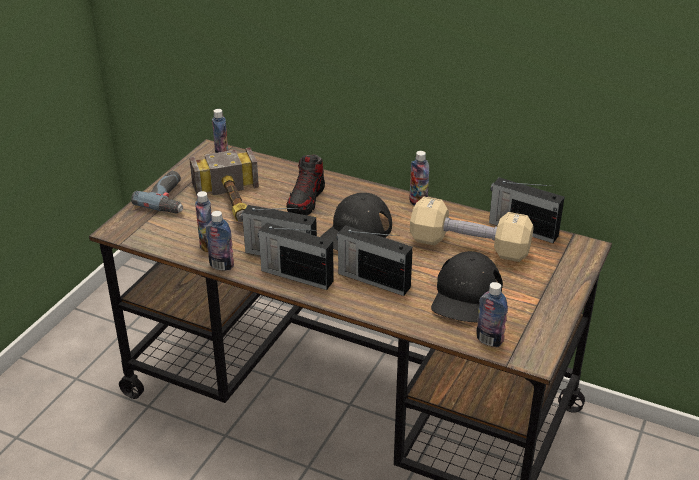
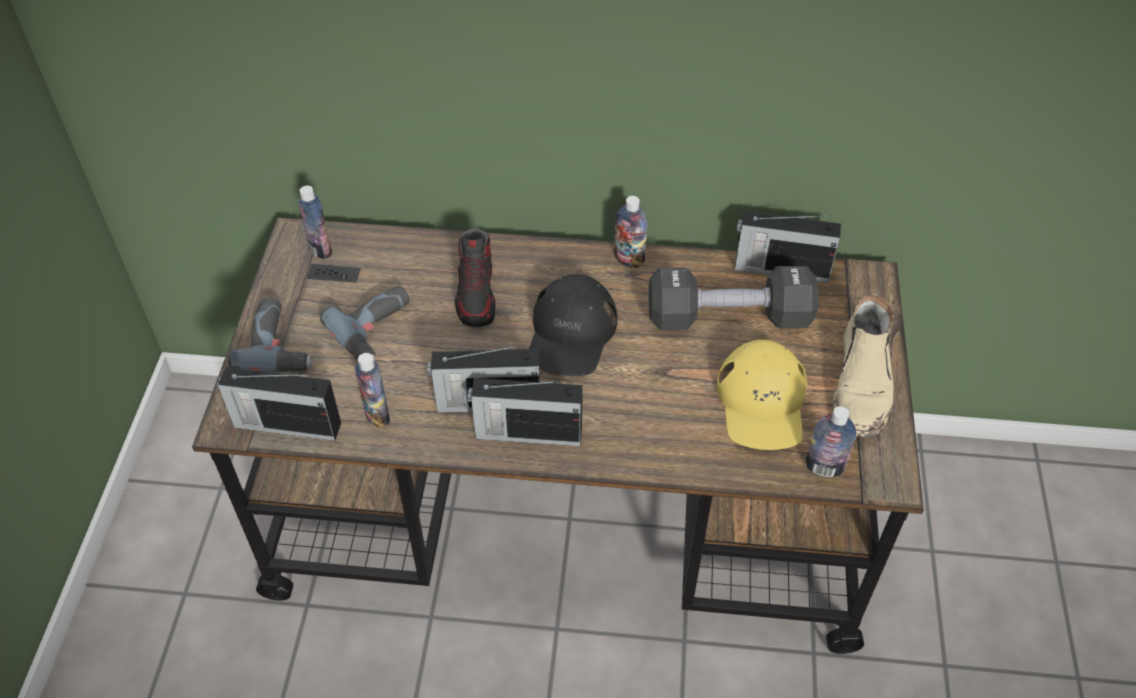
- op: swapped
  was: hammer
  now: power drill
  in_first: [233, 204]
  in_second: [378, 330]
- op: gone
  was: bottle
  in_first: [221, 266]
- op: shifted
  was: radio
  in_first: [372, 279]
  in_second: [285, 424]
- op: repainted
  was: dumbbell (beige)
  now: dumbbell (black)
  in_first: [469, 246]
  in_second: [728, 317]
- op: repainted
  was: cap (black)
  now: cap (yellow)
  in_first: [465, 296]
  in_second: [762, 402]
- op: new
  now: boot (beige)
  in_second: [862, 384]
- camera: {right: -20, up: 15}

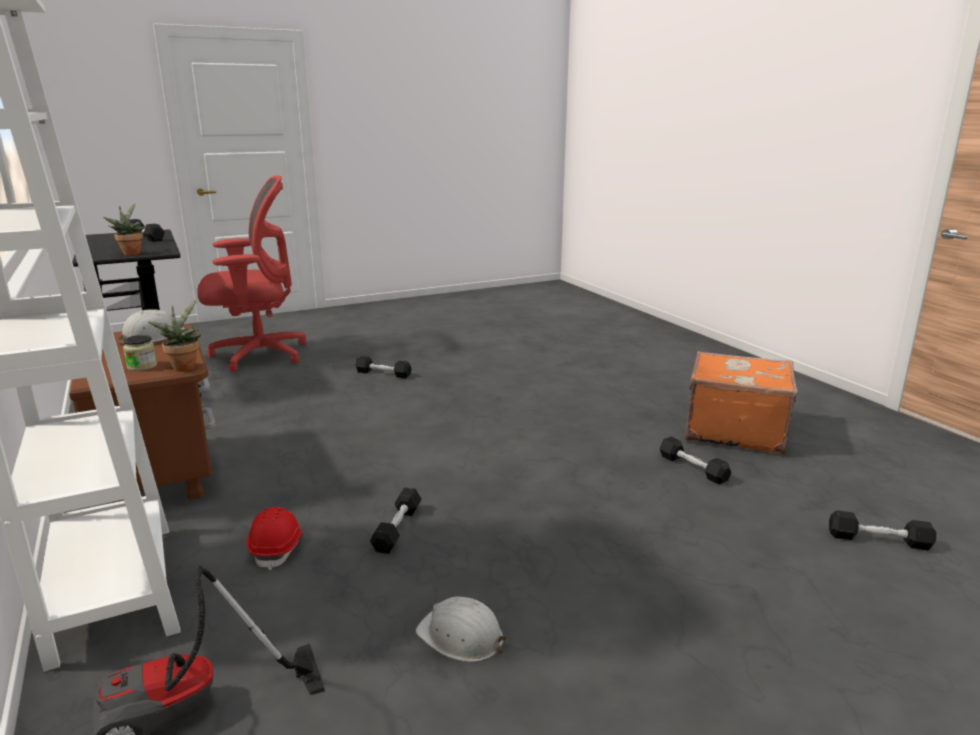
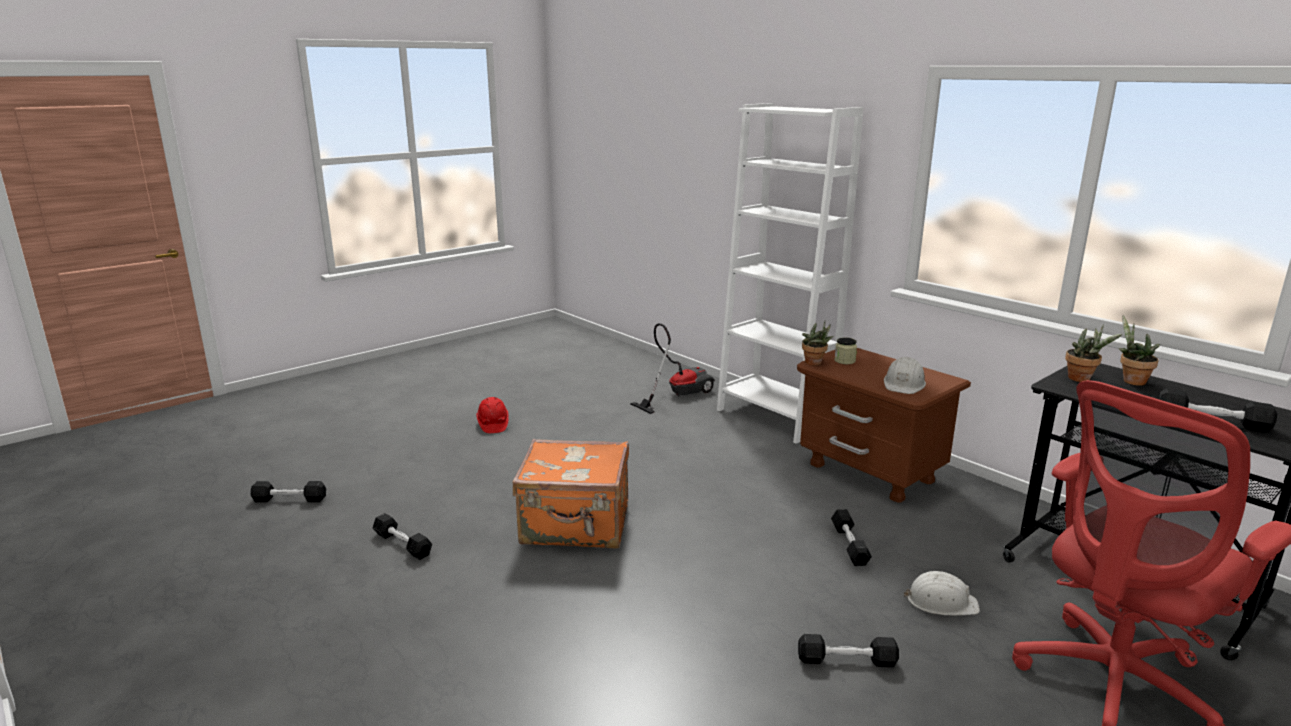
- op: shifted
  was: hard hat (red)
  in_first: [277, 548]
  in_second: [493, 425]
- op: shifted
  was: dumbbell (black)
  in_first: [397, 529]
  in_second: [849, 545]
- op: shifted
  was: hard hat (white)
  in_first: [461, 637]
  in_second: [941, 602]
- op: shifted
  was: suitcase (orange)
  in_first: [734, 430]
  in_second: [576, 525]
- op: new
  now: potted plant
  in_second: [1130, 381]
- camera: {right: 165, up: 0}

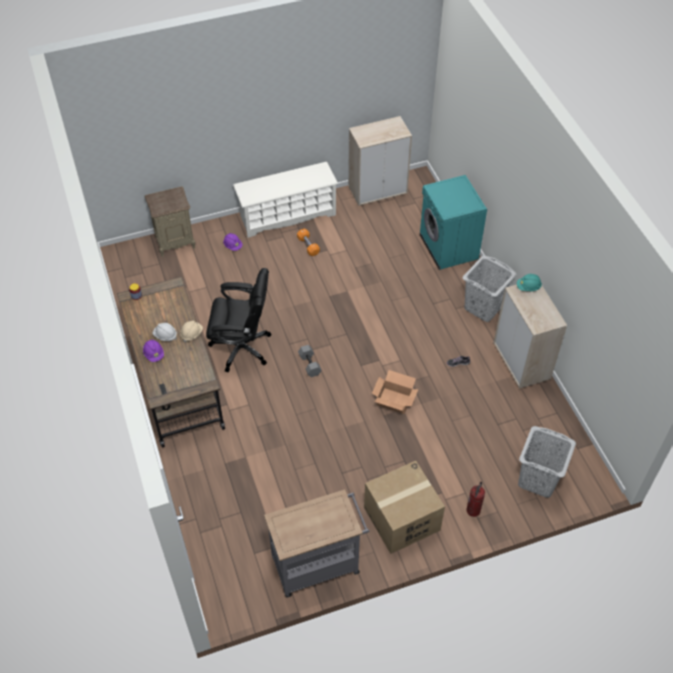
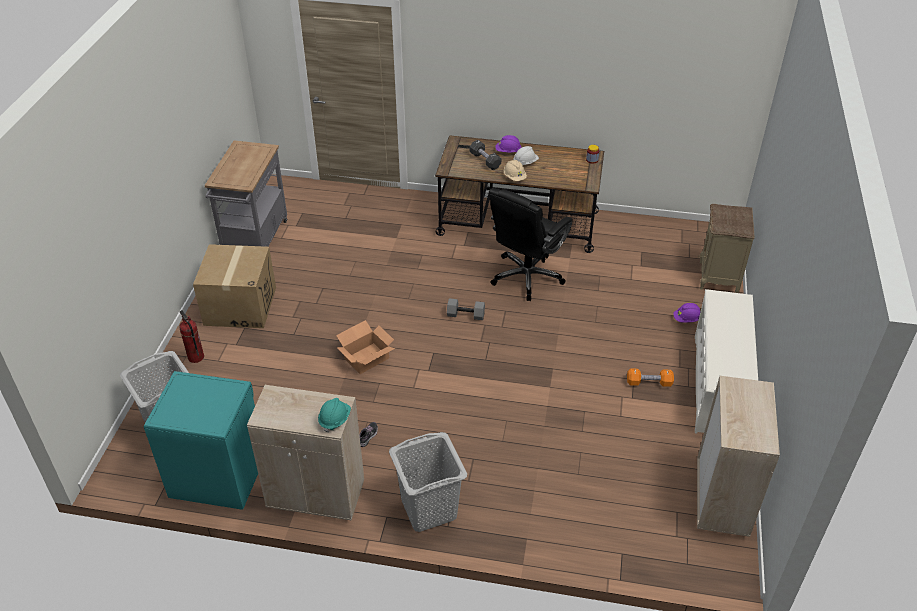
- op: shifted
  was: washing machine (turquoise)
  in_first: [447, 247]
  in_second: [218, 474]
- op: new
  now: dumbbell (black)
  in_second: [485, 161]
- camera: {right: 120, up: -10}

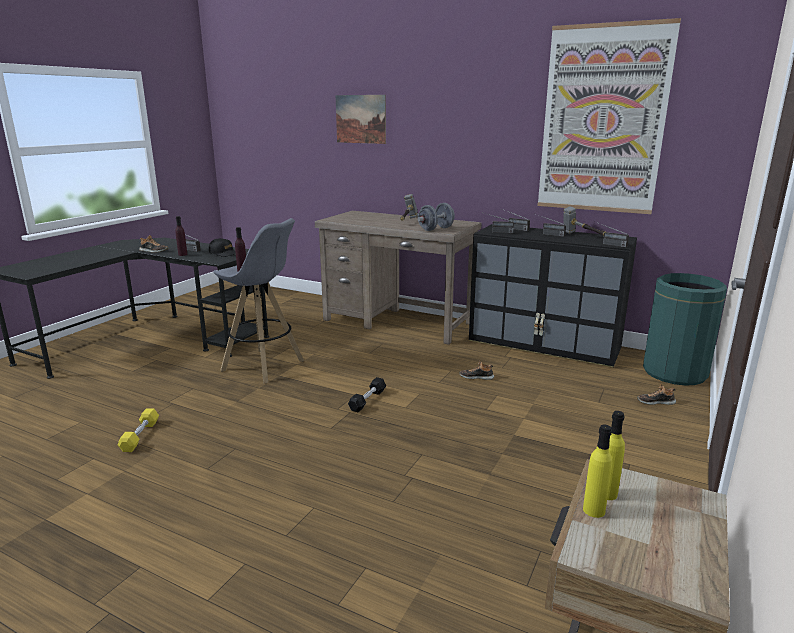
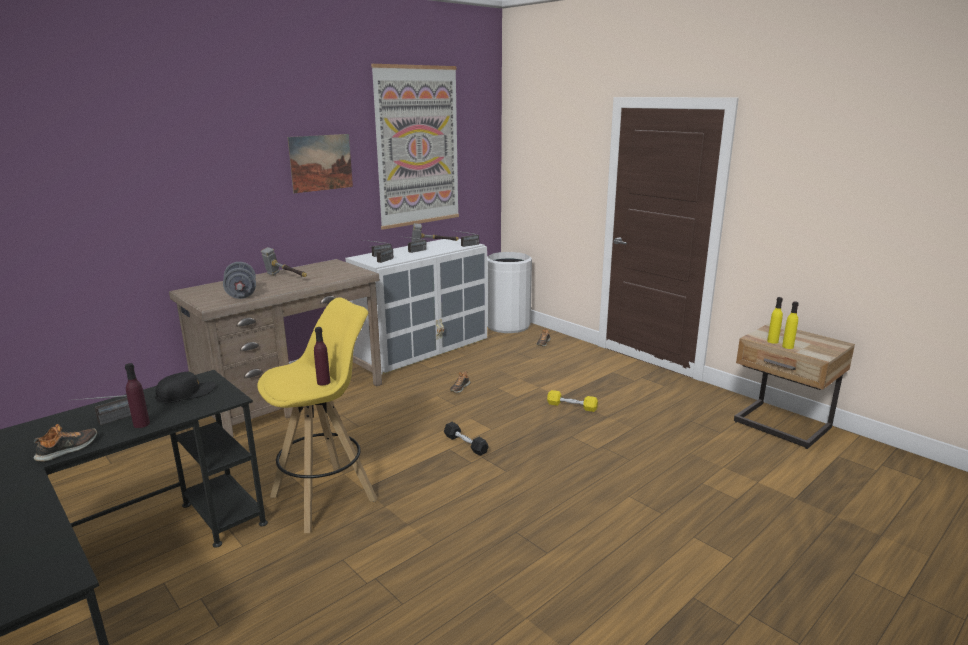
- op: shifted
  was: dumbbell (yellow)
  in_first: [140, 436]
  in_second: [572, 406]
- op: repainted
  was: stool (grey)
  now: stool (yellow)
  in_first: [264, 366]
  in_second: [327, 497]
- op: shifted
  was: picture
  in_first: [361, 119]
  in_second: [321, 163]
- op: shifted
  was: dumbbell (grey)
  in_first: [436, 229]
  in_second: [241, 294]
- op: repainted
  was: cabinet (black)
  now: cabinet (white)
  in_first: [544, 344]
  in_second: [423, 349]
- op: repainted
  was: trash can (green)
  now: trash can (white)
  in_first: [674, 372]
  in_second: [508, 326]
- camera: {right: -70, up: 0}

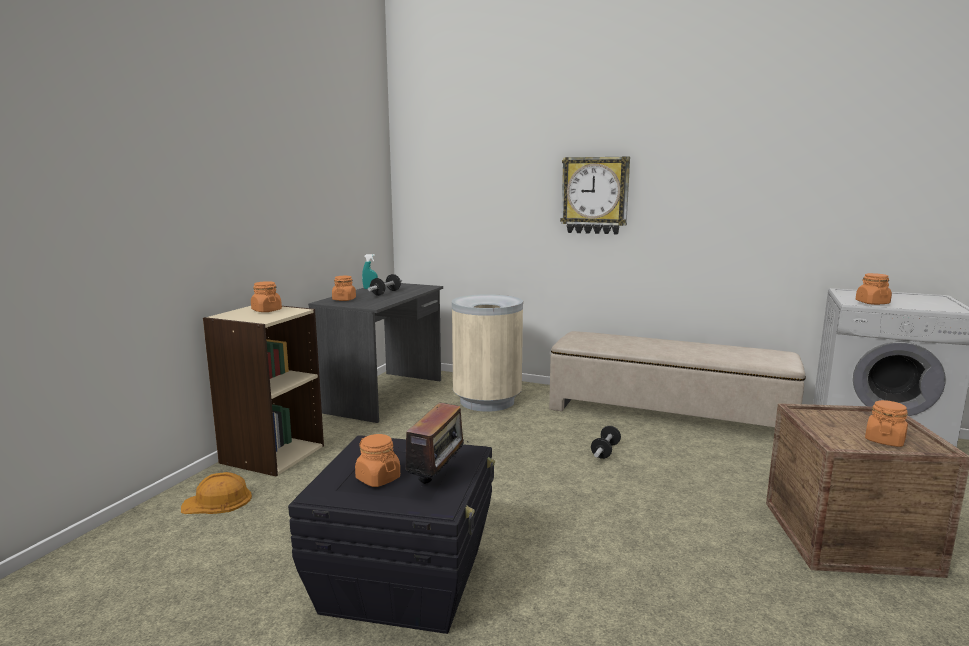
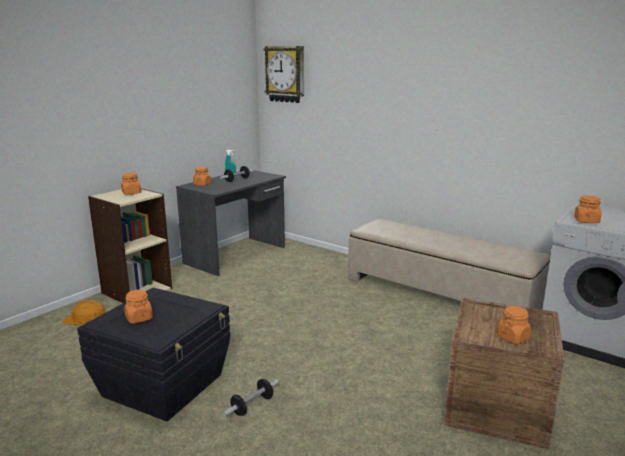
- op: gone
  was: radio
  in_first: [437, 478]
- op: gone
  was: trash can (beige)
  in_first: [486, 401]
- op: shifted
  was: wall clock
  in_first: [595, 195]
  in_second: [285, 74]
- op: shifted
  was: dumbbell
  in_first: [605, 451]
  in_second: [252, 406]
- camera: {right: 15, up: 5}

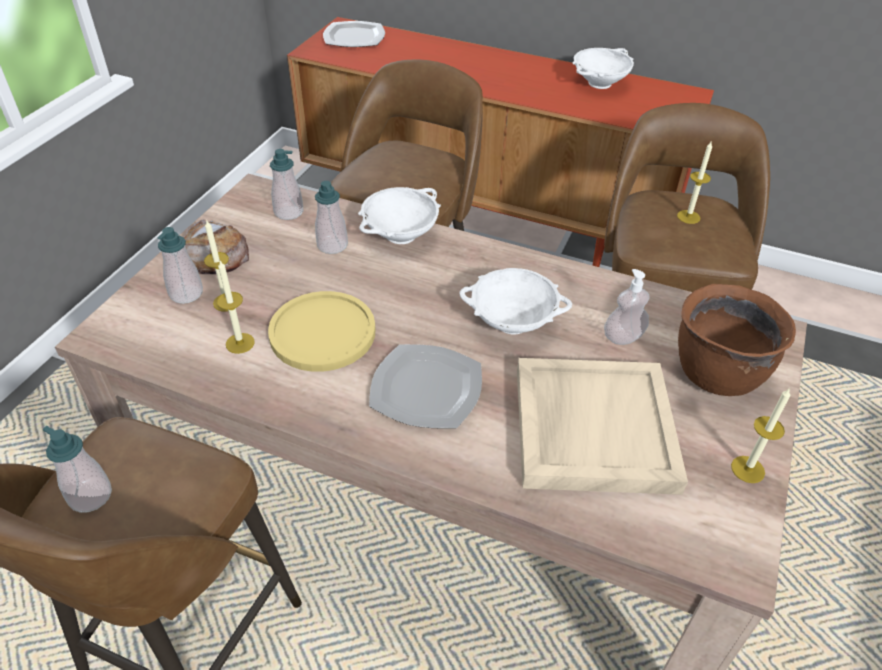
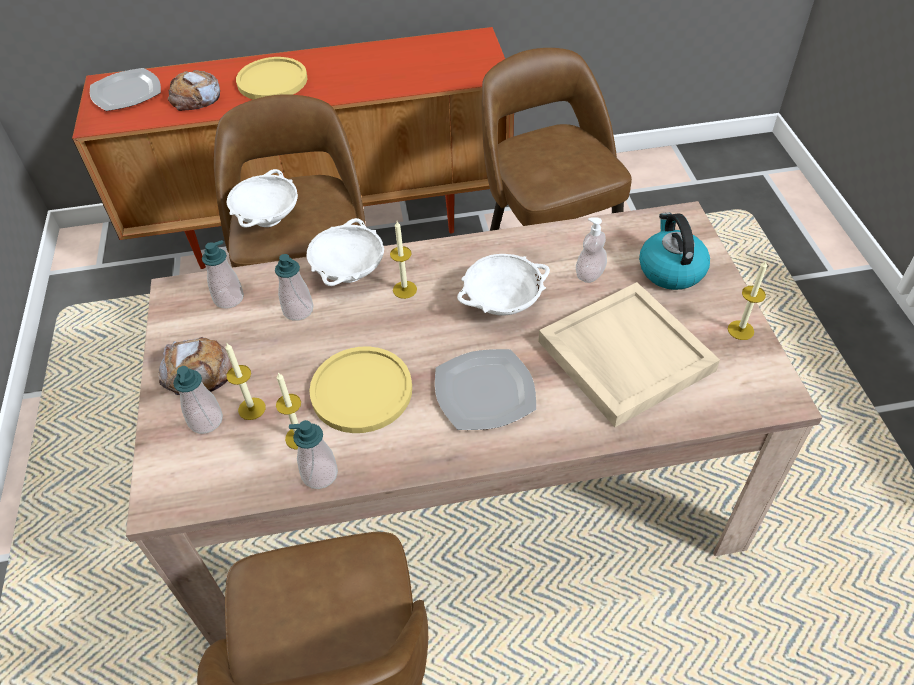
- op: shifted
  was: soap dispenser
  in_first: [90, 496]
  in_second: [320, 474]
- op: shifted
  was: bowl (white)
  in_first: [599, 83]
  in_second: [268, 218]
- op: shifted
  was: candle
  in_first: [688, 217]
  in_second: [404, 289]
- op: swapped
  was: cooking pot (brown)
  now: kettle
  in_first: [716, 372]
  in_second: [670, 269]
- op: new
  now: bread
  in_second: [196, 97]
- op: new
  now: plate (yellow)
  in_second: [272, 81]
- camera: {right: -30, up: 5}

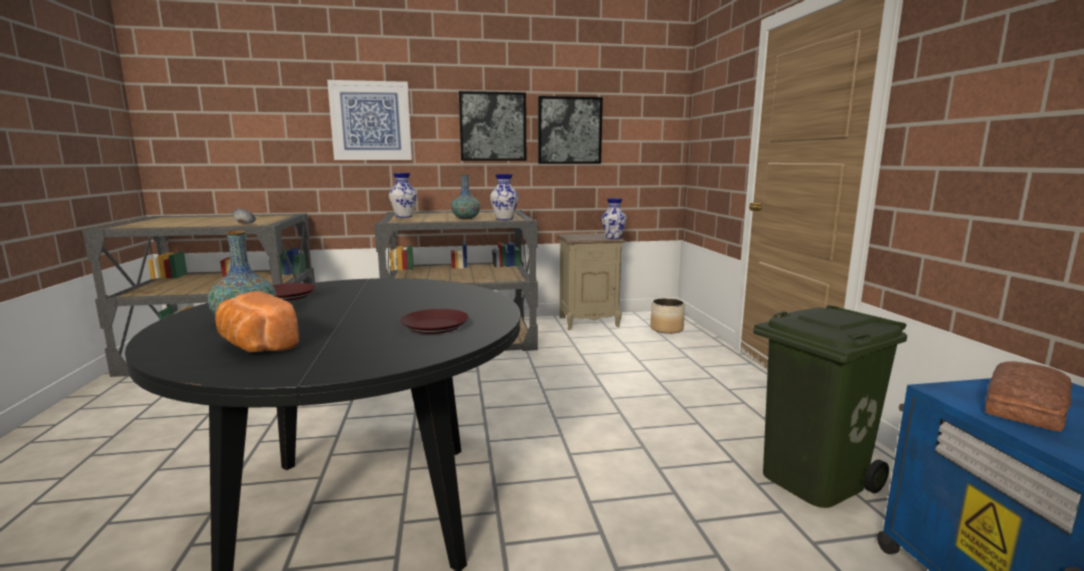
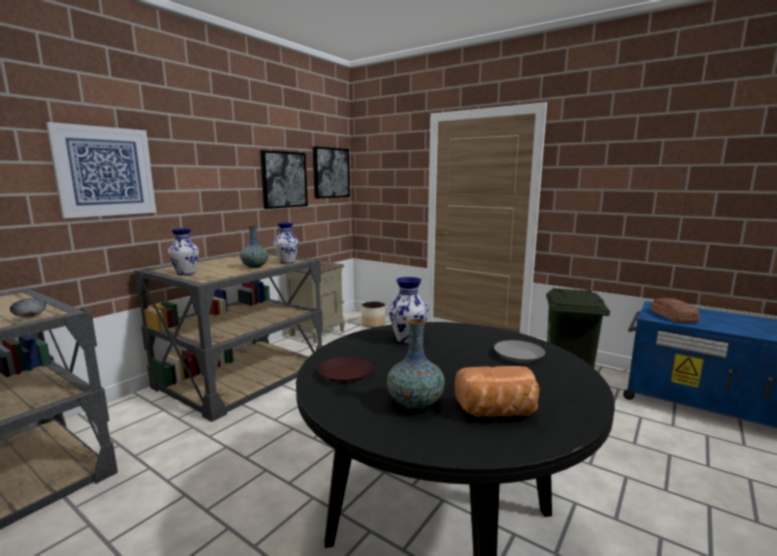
- op: repainted
  was: plate (brown)
  now: plate (grey)
  in_first: [435, 326]
  in_second: [518, 355]
- op: shifted
  was: picture
  in_first: [493, 127]
  in_second: [330, 173]
- op: shifted
  was: vase
  in_first: [613, 238]
  in_second: [408, 339]
- camera: {right: -45, up: 0}

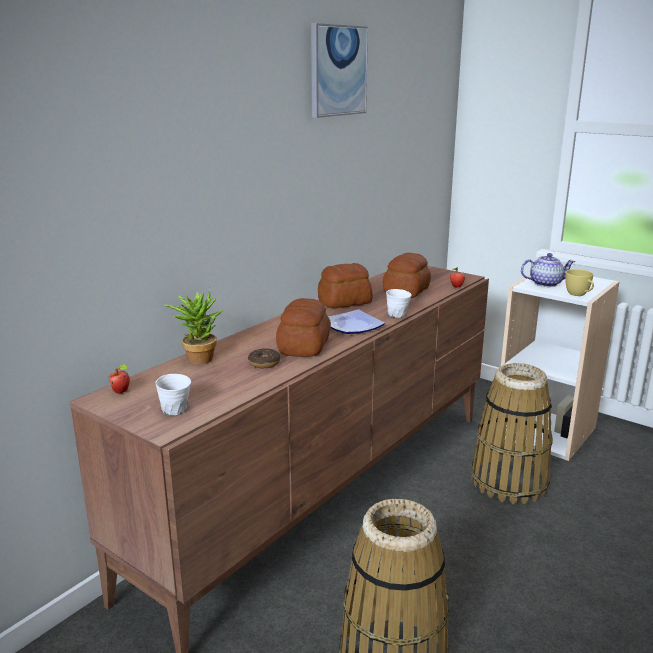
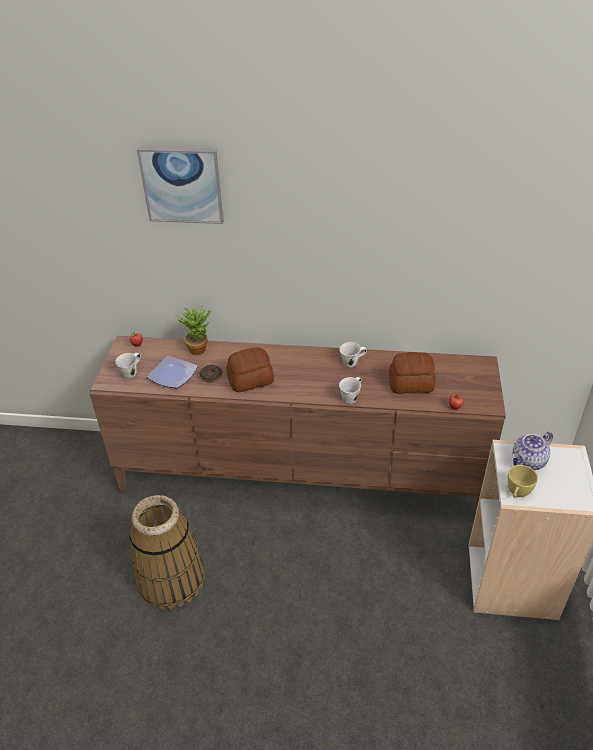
- op: shifted
  was: picture
  in_first: [337, 71]
  in_second: [182, 185]
- op: swapped
  was: bread
  now: mug (white)
  in_first: [344, 302]
  in_second: [351, 363]
- op: shifted
  was: plate
  in_first: [352, 325]
  in_second: [174, 375]
- op: gone
  was: basket
  in_first: [509, 481]
- op: rotated
  was: teapot
  in_first: [545, 283]
  in_second: [528, 462]
  clockwise: 90
- camera: {right: 60, up: 20}

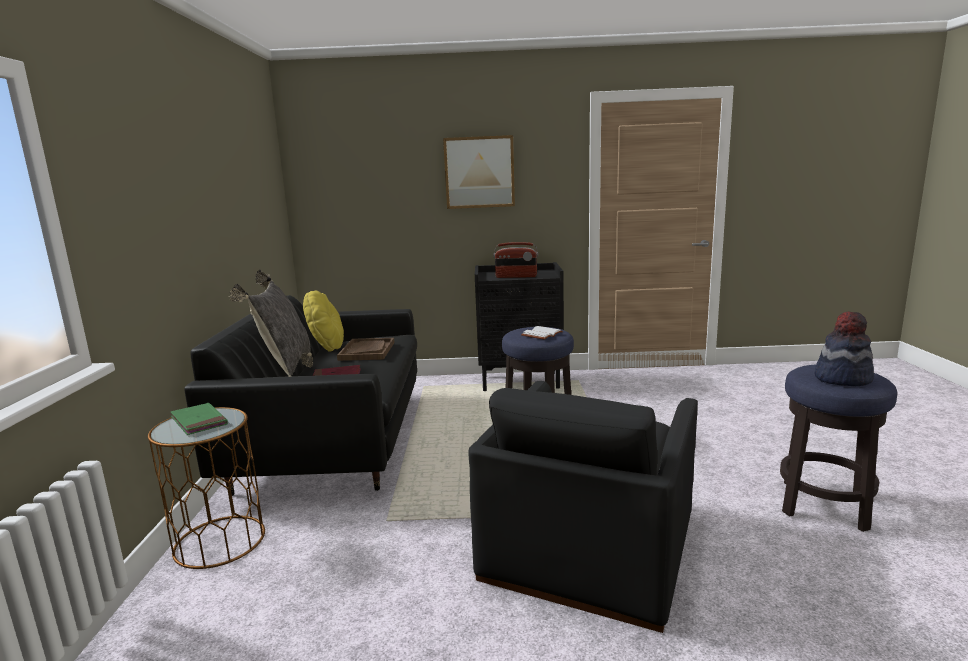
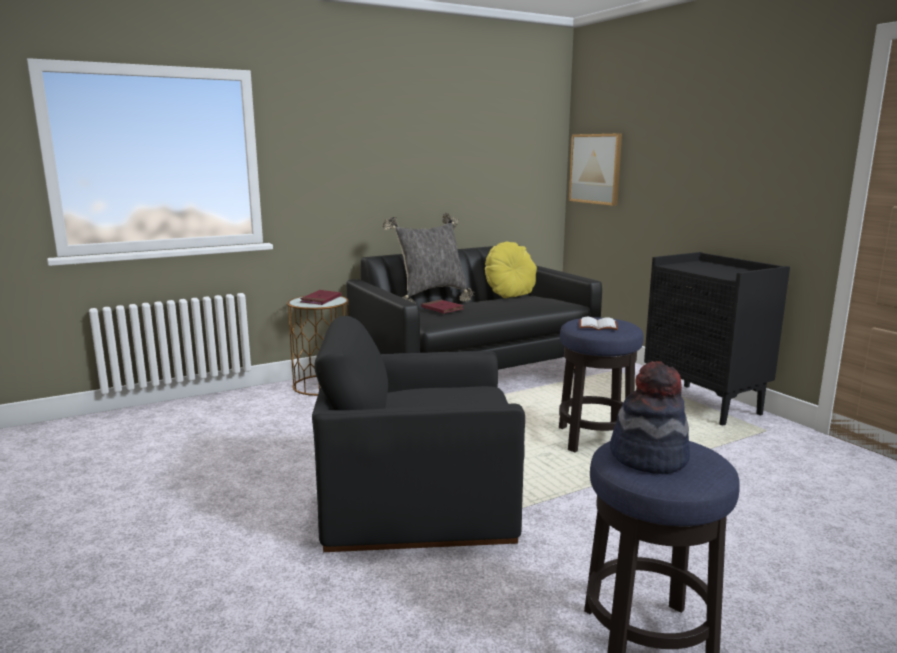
- op: repainted
  was: book (green)
  now: book (red)
  in_first: [199, 421]
  in_second: [321, 299]
- op: gone
  was: tray (brown)
  in_first: [367, 351]
- op: shifted
  was: picture
  in_first: [479, 172]
  in_second: [595, 169]
- op: gone
  was: radio
  in_first: [516, 276]
- camera: {right: 60, up: 0}

